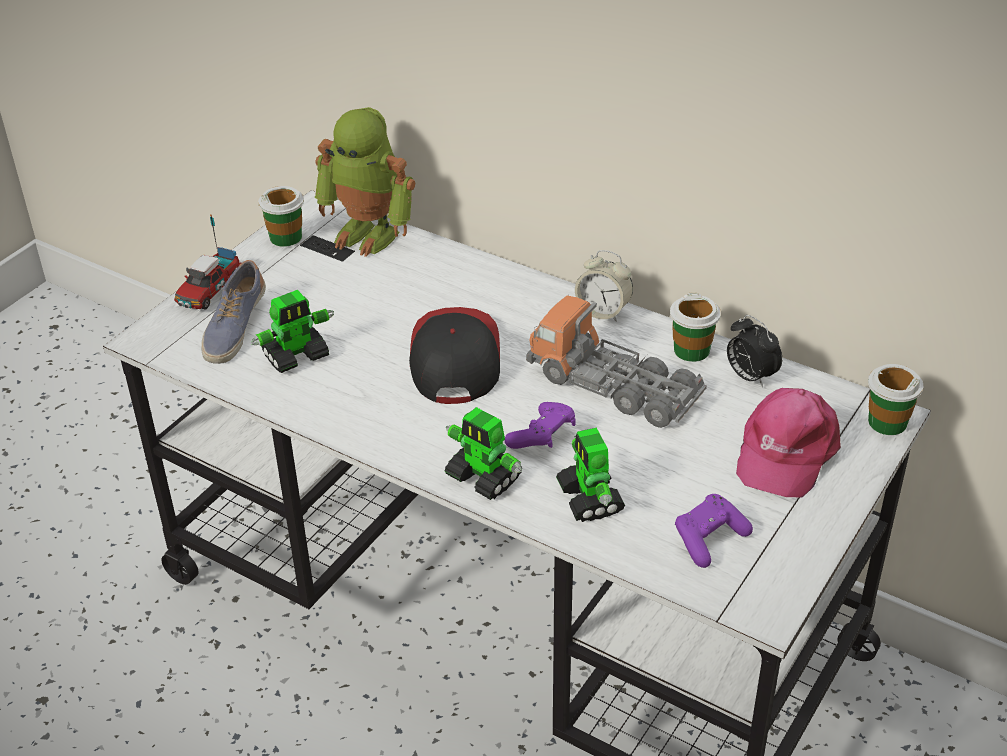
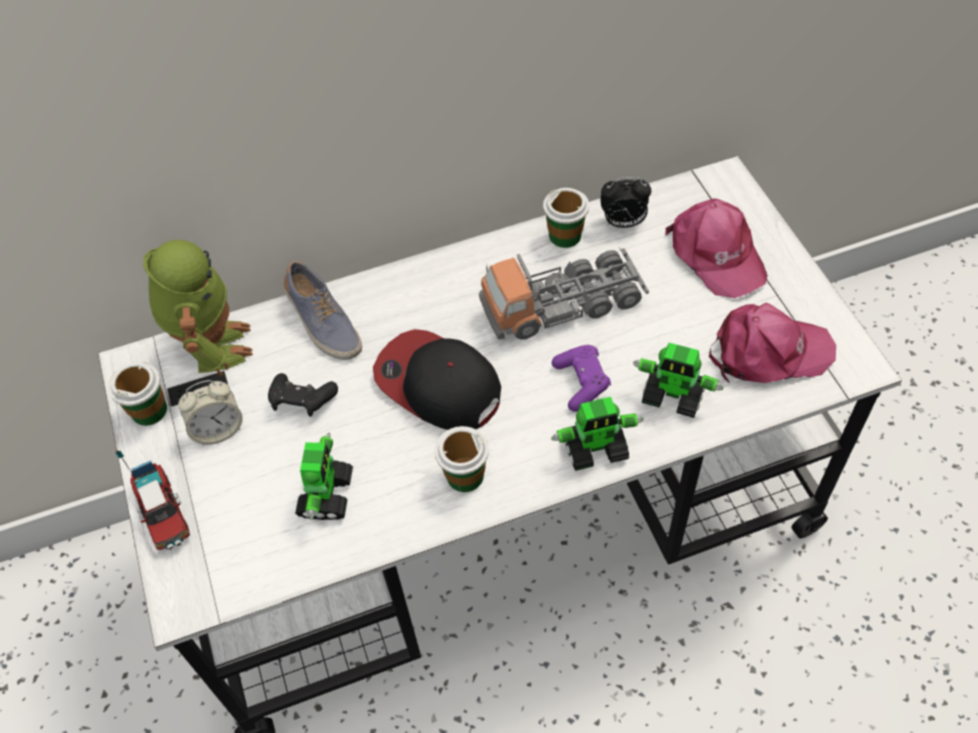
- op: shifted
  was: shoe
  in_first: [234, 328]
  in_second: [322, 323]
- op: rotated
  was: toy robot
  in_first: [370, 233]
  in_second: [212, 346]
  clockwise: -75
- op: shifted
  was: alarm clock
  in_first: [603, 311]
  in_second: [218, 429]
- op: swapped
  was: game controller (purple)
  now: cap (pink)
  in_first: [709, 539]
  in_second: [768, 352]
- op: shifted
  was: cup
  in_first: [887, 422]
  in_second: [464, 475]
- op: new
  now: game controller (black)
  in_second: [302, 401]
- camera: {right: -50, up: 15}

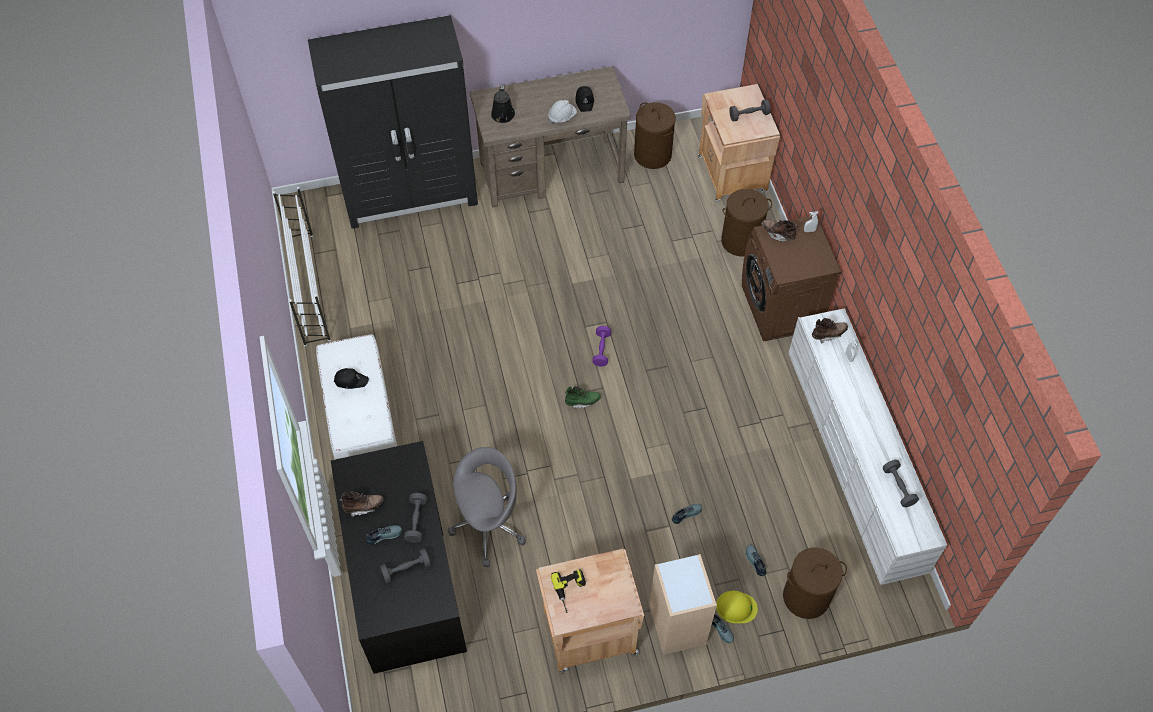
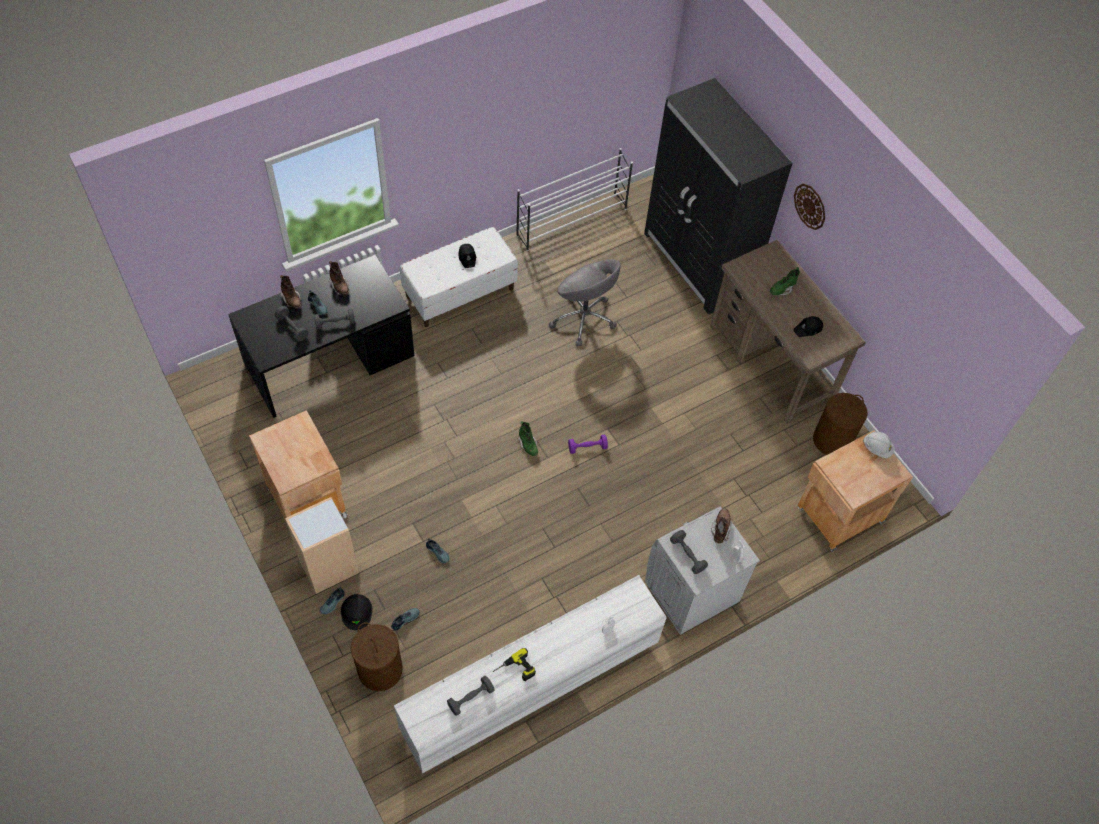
- op: shifted
  was: office chair (grey)
  in_first: [489, 525]
  in_second: [584, 320]
- op: gone
  was: watering can (black)
  in_first: [503, 116]
- op: shifted
  was: hard hat (white)
  in_first: [562, 117]
  in_second: [877, 448]
- op: shifted
  was: power drill
  in_first: [571, 591]
  in_second: [515, 670]
- op: repainted
  was: hard hat (yellow)
  now: hard hat (black)
  in_first: [736, 607]
  in_second: [356, 611]
- op: gone
  was: laundry basket (brown)
  in_first: [740, 241]
- op: shifted
  was: dumbbell (grey)
  in_first: [749, 115]
  in_second: [687, 555]
- op: repainted
  was: washing machine (brown)
  now: washing machine (white)
  in_first: [780, 309]
  in_second: [691, 592]
- op: shifted
  was: boot (brown)
  in_first: [828, 334]
  in_second: [292, 300]
- op: new
  now: boot (green)
  in_second: [782, 289]
- op: new
  now: wall clock
  in_second: [810, 206]
- camera: {right: 70, up: 0}

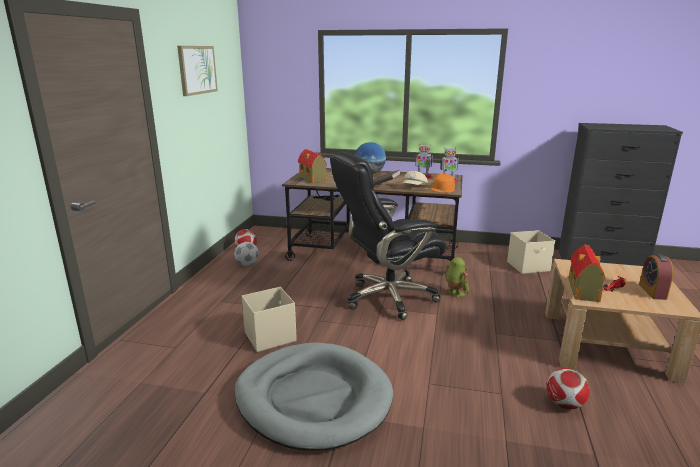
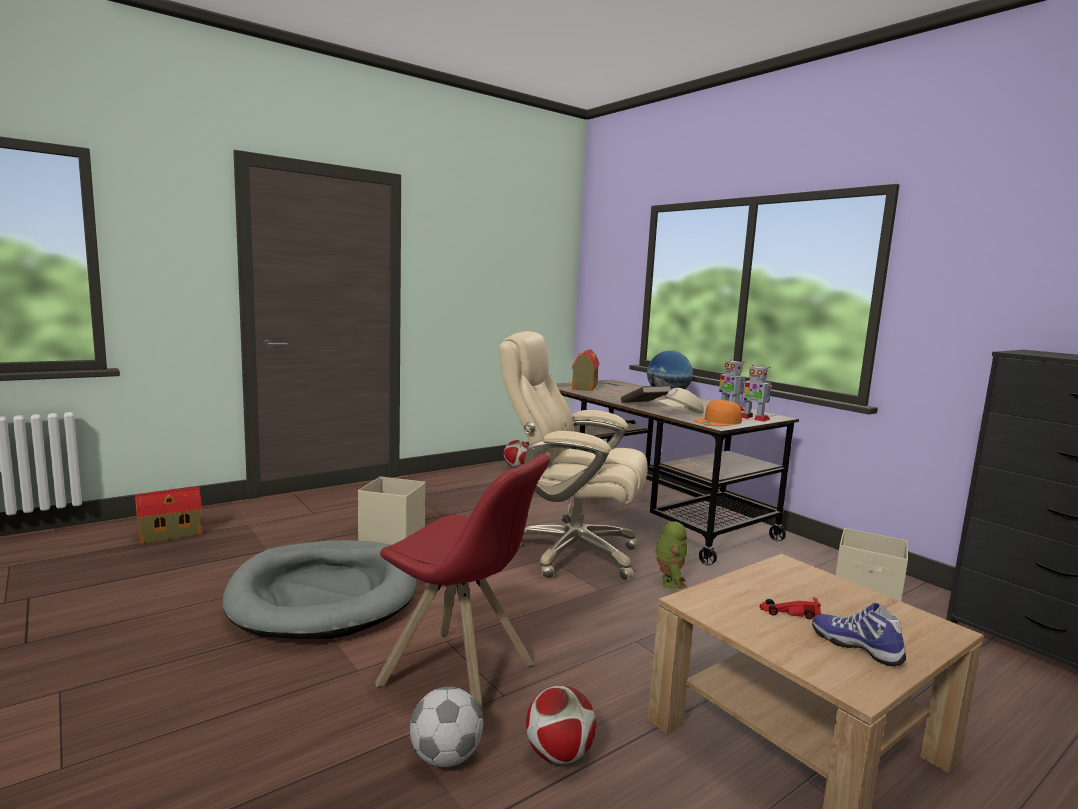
- op: gone
  was: picture
  in_first: [197, 70]
- op: shifted
  was: football
  in_first: [247, 264]
  in_second: [445, 757]
- op: repainted
  was: office chair (black)
  now: office chair (beige)
  in_first: [386, 298]
  in_second: [570, 553]
- op: shifted
  was: toy house
  in_first: [583, 290]
  in_second: [168, 535]
- op: swapped
  was: alarm clock
  now: shoe
  in_first: [652, 291]
  in_second: [857, 646]
- op: new
  now: chair (red)
  in_second: [459, 674]
- camera: {right: 40, up: -10}

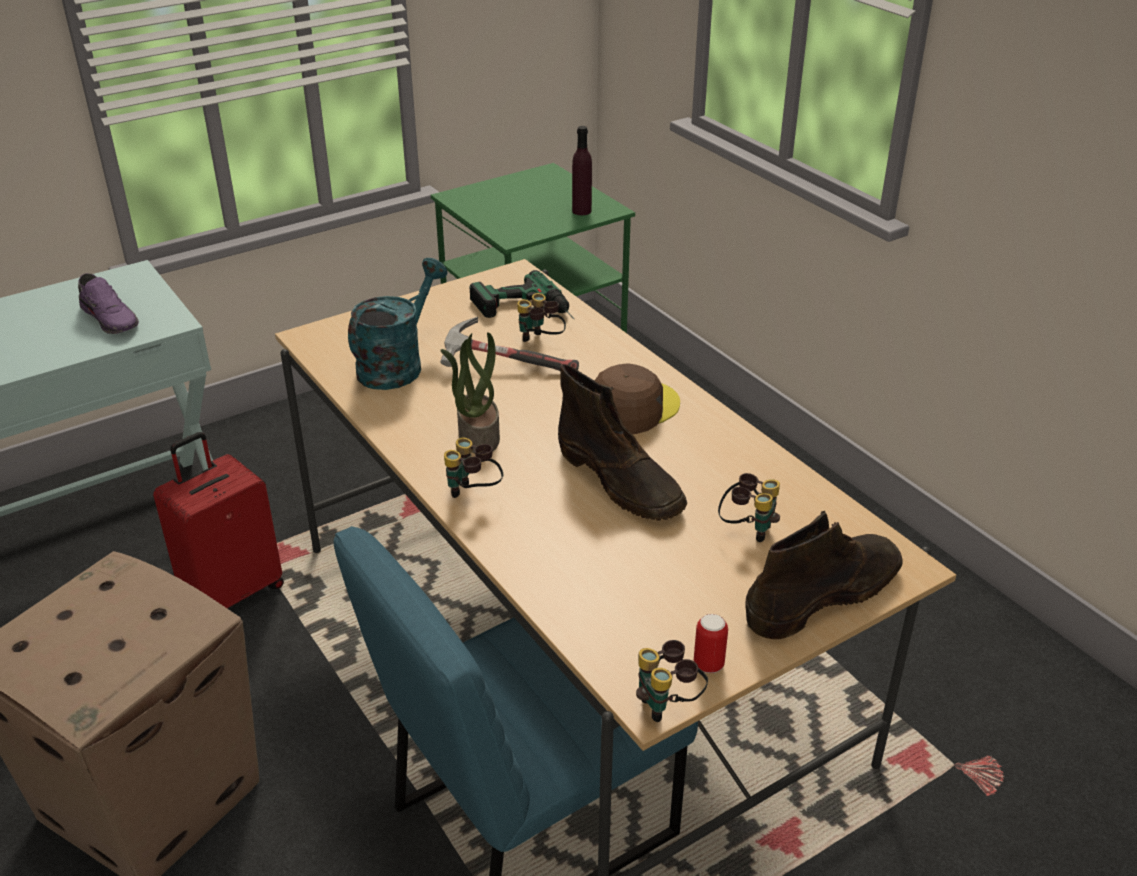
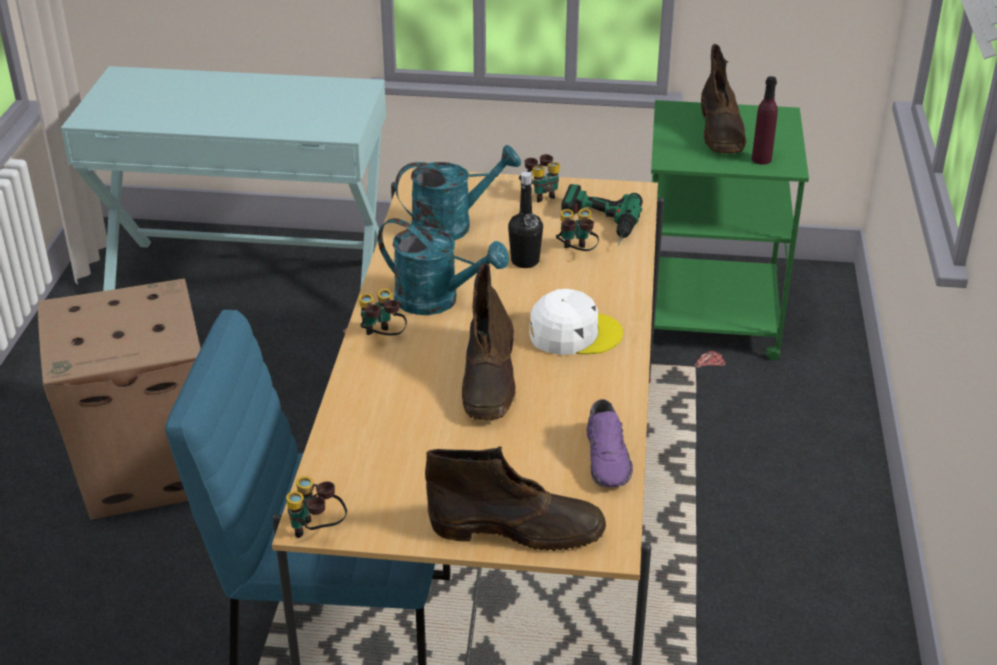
- op: shifted
  was: shoe (purple)
  in_first: [111, 318]
  in_second: [608, 458]
- op: gone
  was: suitcase (red)
  in_first: [233, 591]
- op: swapped
  was: hammer
  now: bottle (black)
  in_first: [506, 367]
  in_second: [525, 261]
- op: swapped
  was: potted plant
  now: watering can (turquoise)
  in_first: [477, 436]
  in_second: [437, 301]
- op: repainted
  was: cap (brown)
  now: cap (white)
  in_first: [632, 408]
  in_second: [574, 333]
- op: gone
  was: can
  in_first: [708, 664]
- op: shifted
  was: binoculars
  in_first: [747, 529]
  in_second: [540, 194]
- op: new
  now: boot (brown)
  in_second: [721, 132]
- camera: {right: 40, up: 0}

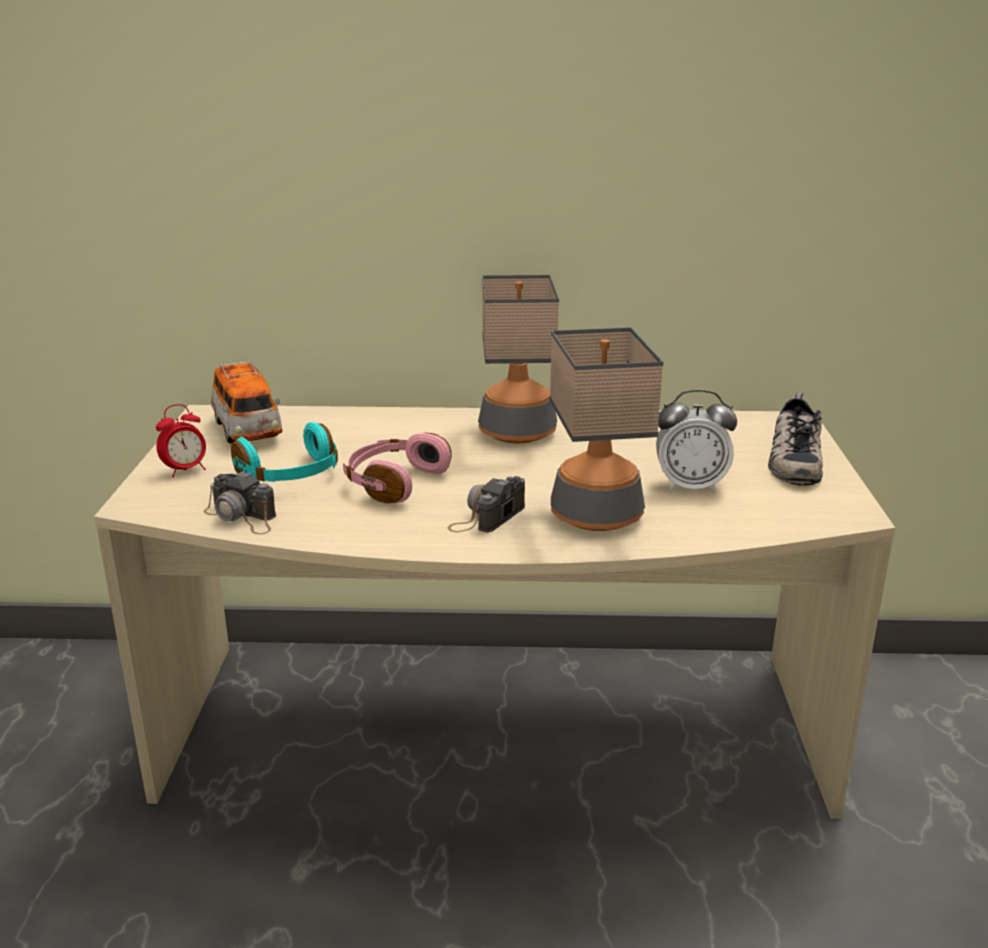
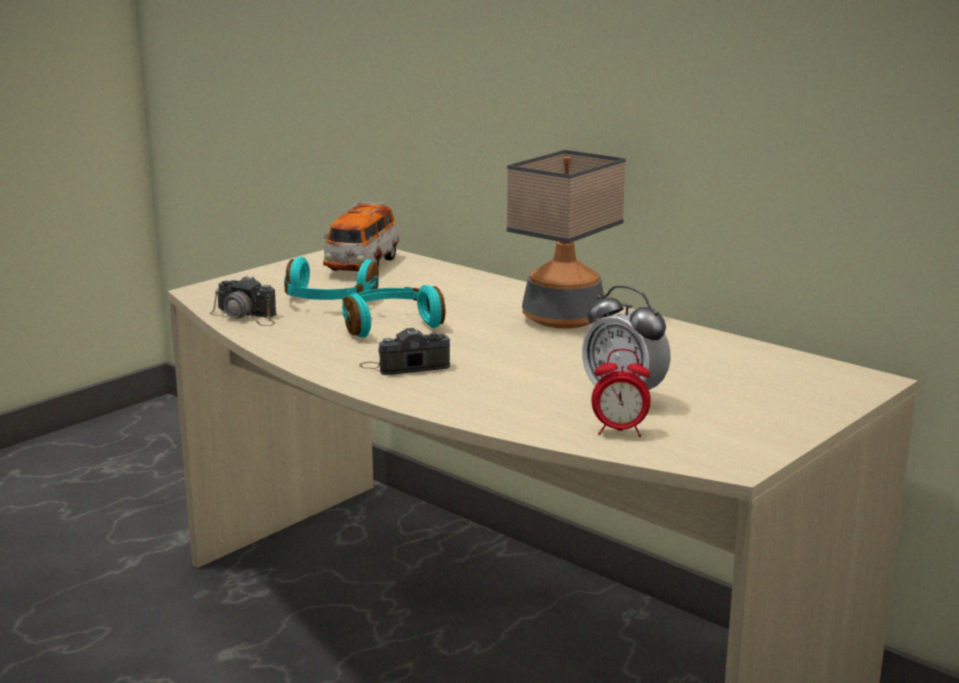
- op: shifted
  was: alarm clock
  in_first: [185, 470]
  in_second: [619, 431]
- op: rotated
  was: photo camera
  in_first: [242, 517]
  in_second: [246, 316]
  clockwise: -45
- op: repainted
  was: headphones (pink)
  now: headphones (turquoise)
  in_first: [394, 482]
  in_second: [389, 325]
- op: gone
  was: table lamp
  in_first: [596, 516]
- op: gone
  was: shoe
  in_first: [792, 459]
- camera: {right: 40, up: -5}

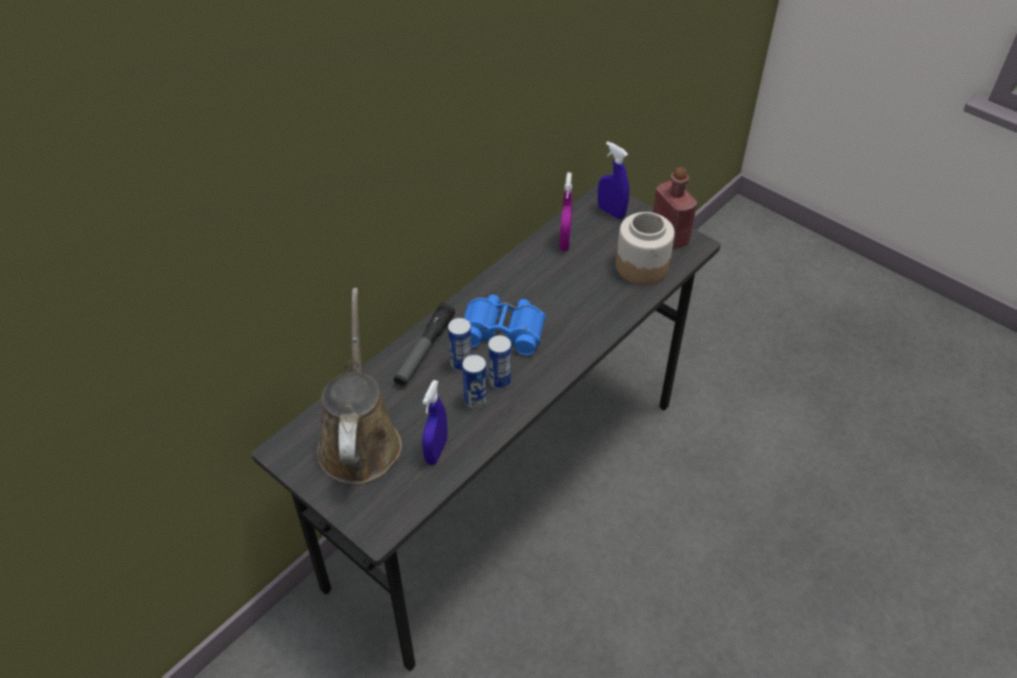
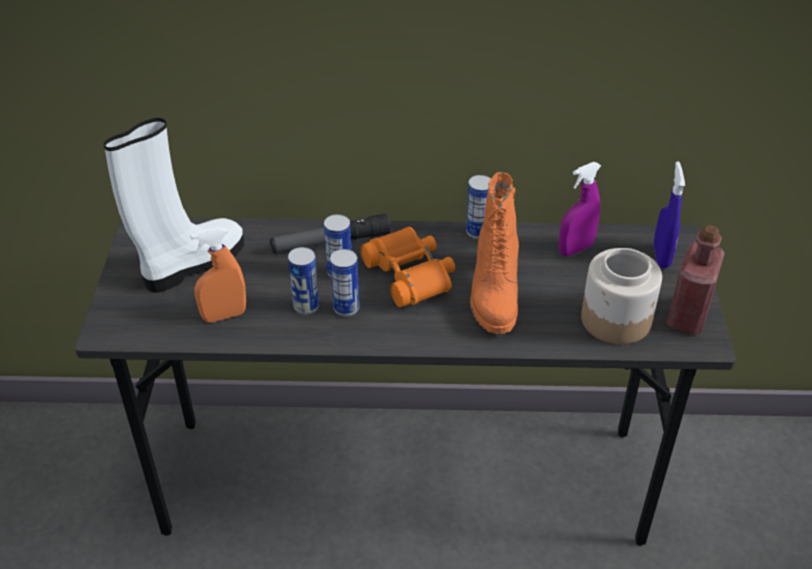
- op: swapped
  was: watering can (brown)
  now: boot (white)
  in_first: [360, 440]
  in_second: [192, 265]
- op: repainted
  was: spray bottle (blue)
  now: spray bottle (orange)
  in_first: [436, 451]
  in_second: [224, 315]
- op: repainted
  was: binoculars (blue)
  now: binoculars (orange)
  in_first: [503, 330]
  in_second: [411, 274]
- op: new
  now: can
  in_second: [477, 232]
- op: new
  now: boot (orange)
  in_second: [493, 294]
- camera: {right: 50, up: -5}

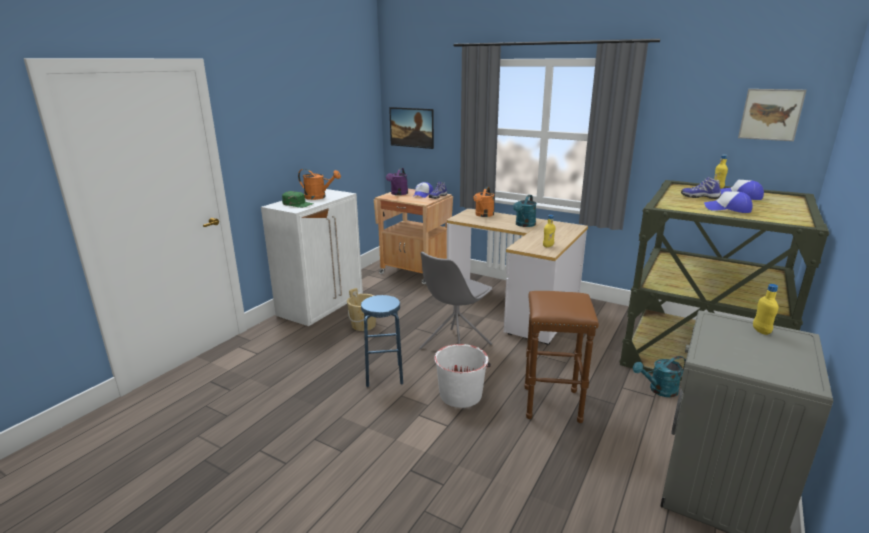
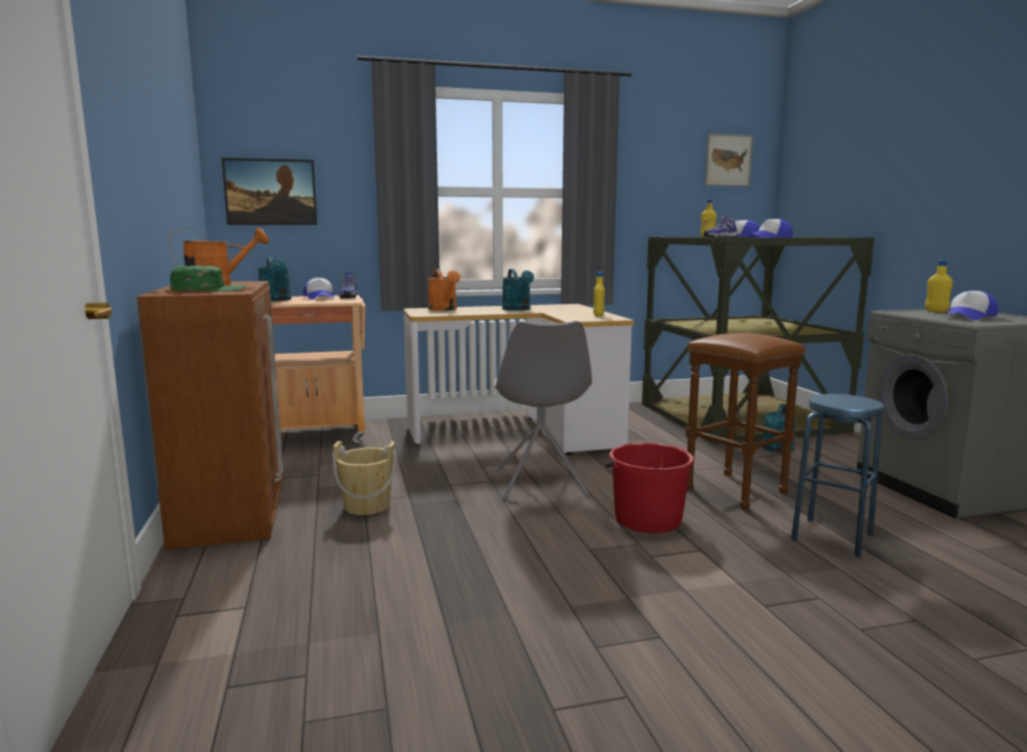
- op: repainted
  was: cabinet (white)
  now: cabinet (brown)
  in_first: [321, 304]
  in_second: [232, 508]
- op: shifted
  was: stool (blue)
  in_first: [384, 375]
  in_second: [832, 537]
- op: repainted
  was: watering can (purple)
  now: watering can (turquoise)
  in_first: [398, 194]
  in_second: [276, 300]
- op: repainted
  was: bucket (white)
  now: bucket (red)
  in_first: [460, 394]
  in_second: [647, 519]
- op: new
  now: cap
  in_second: [969, 317]
- camera: {right: -45, up: -10}

